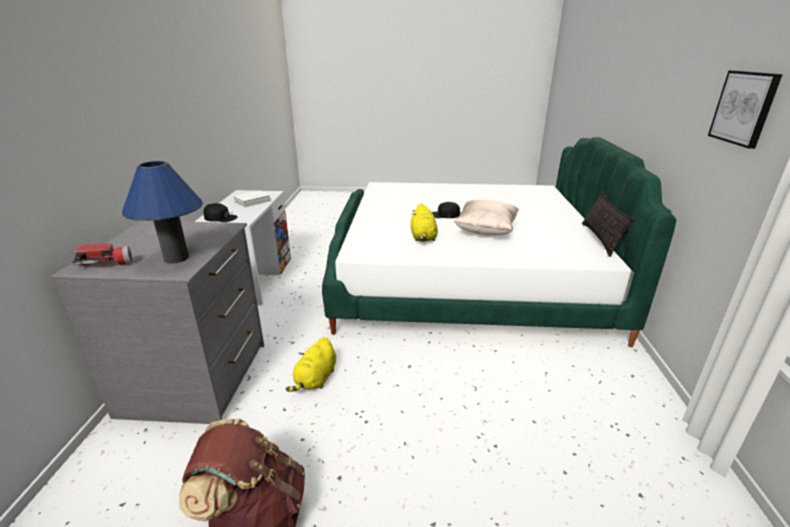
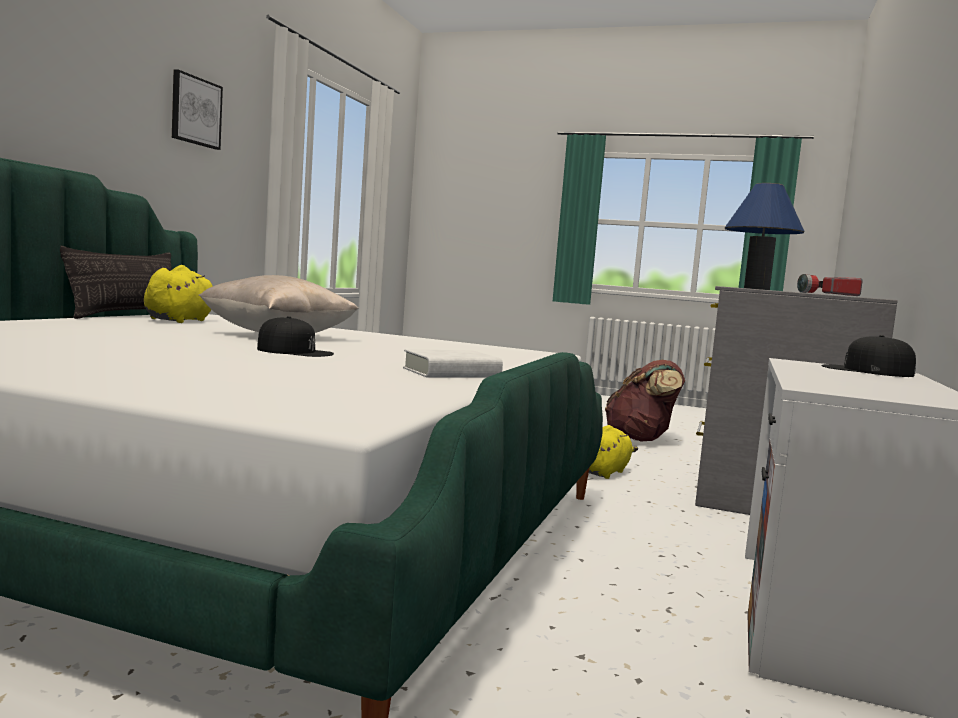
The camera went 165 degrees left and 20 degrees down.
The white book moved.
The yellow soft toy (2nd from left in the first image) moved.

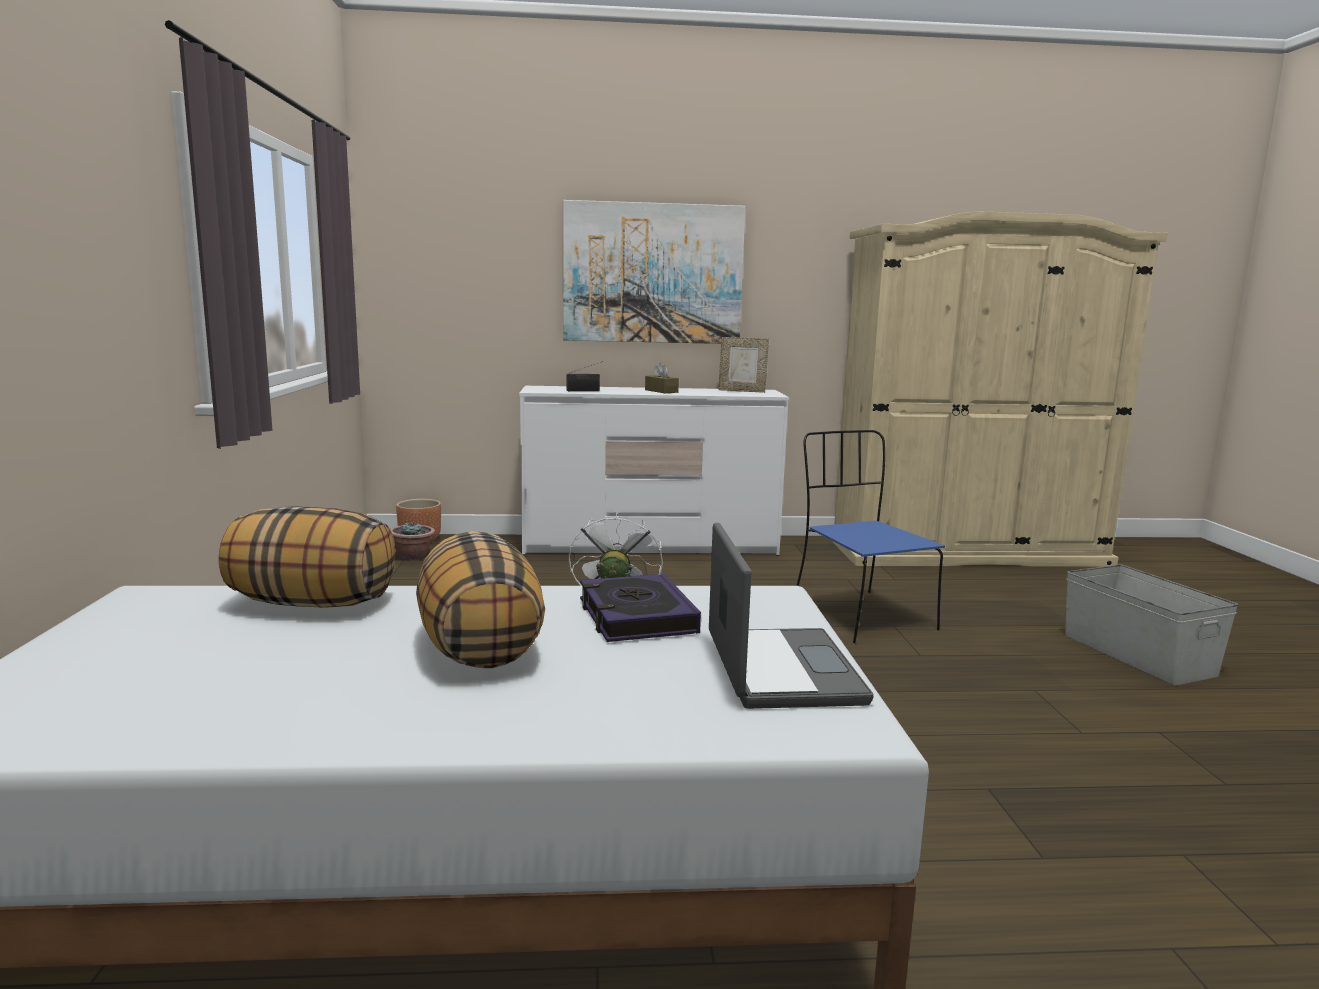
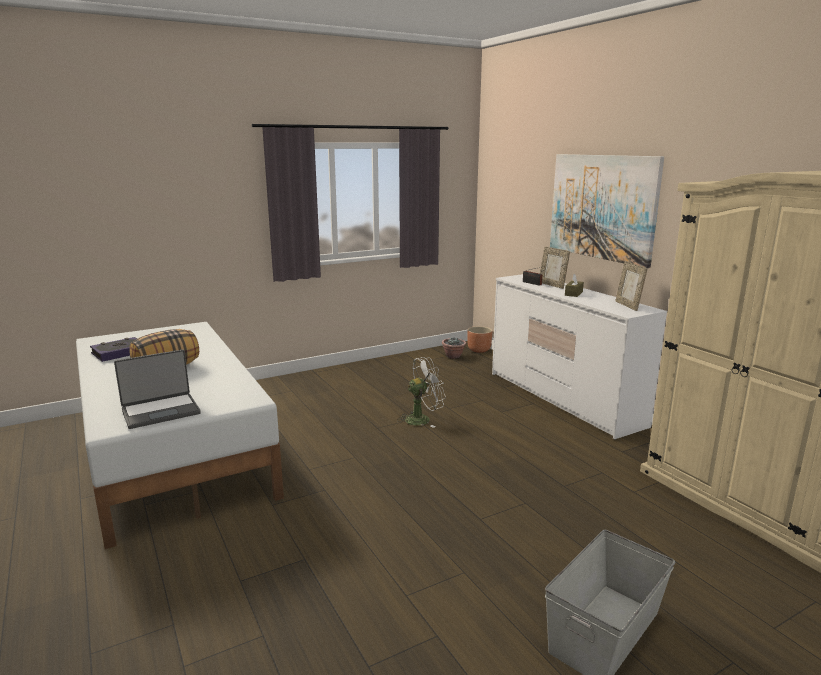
The camera went 65 degrees right and 5 degrees up.
The blue chair disappeared.
The cushion (1st from left) disappeared.
The book moved.
The standing frame (1st from left) appeared.

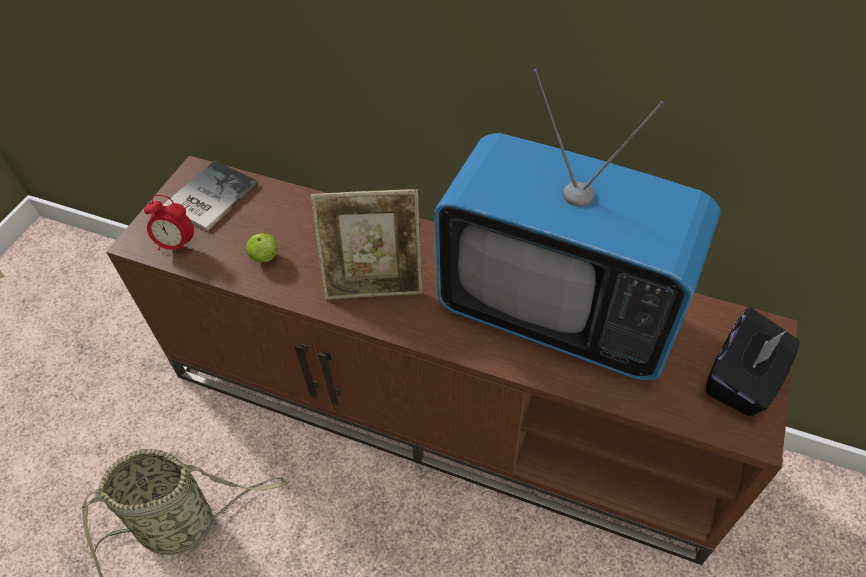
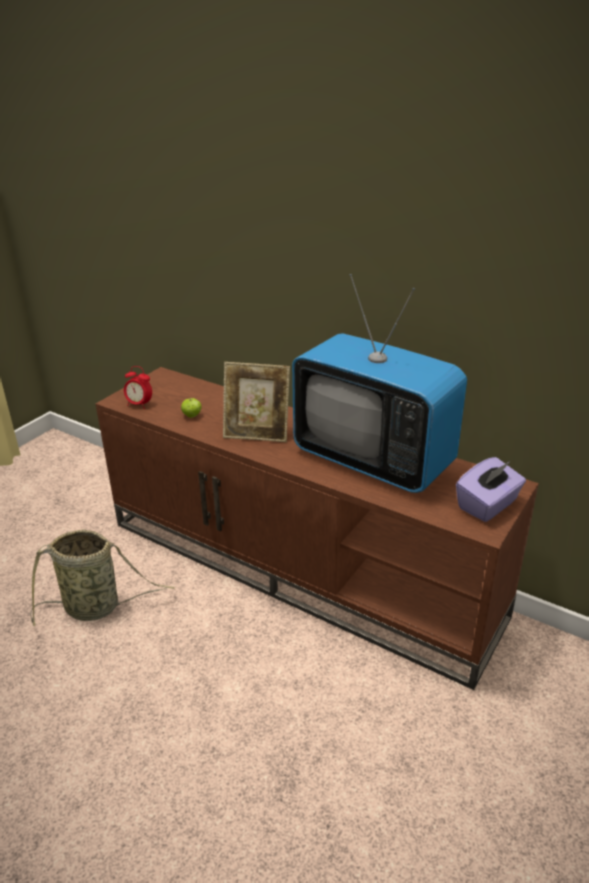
The camera went 10 degrees right and 20 degrees down.
The book disappeared.
The blackish box of tissues became the purple box of tissues.

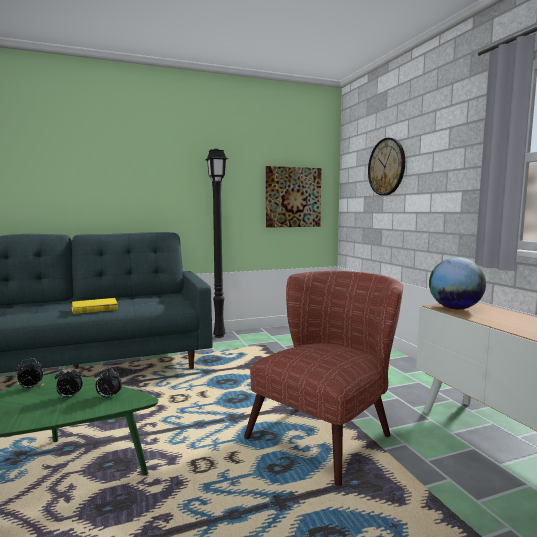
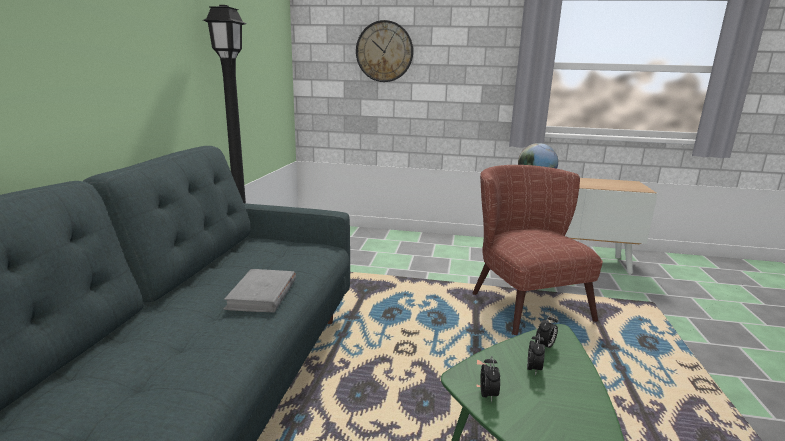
The camera went 60 degrees left and 10 degrees up.
The wall art disappeared.
The yellow book became the grey book.

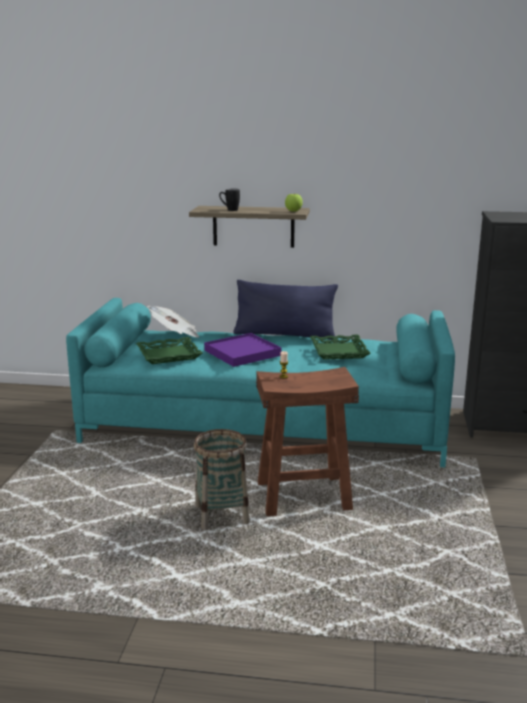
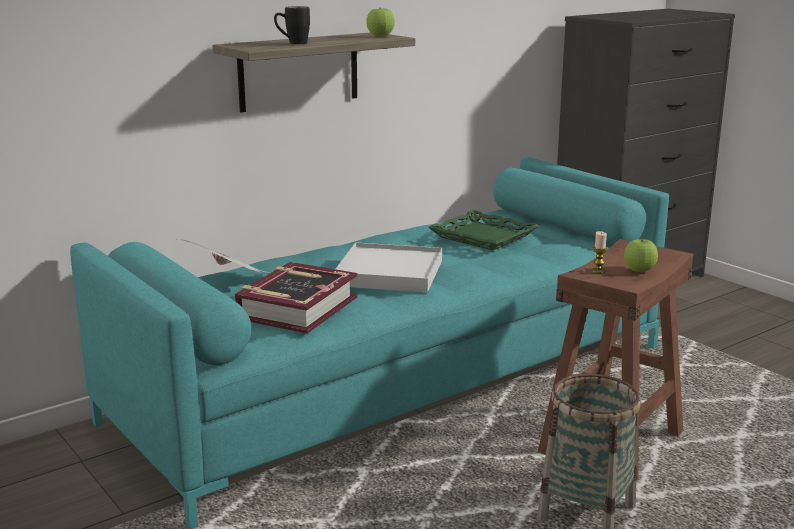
The camera went 45 degrees left and 0 degrees up.
The blue cushion disappeared.
The purple serving tray became the white serving tray.
The green-coloured serving tray (1st from left) was replaced by the book.
The apple fruit (2nd from left) appeared.

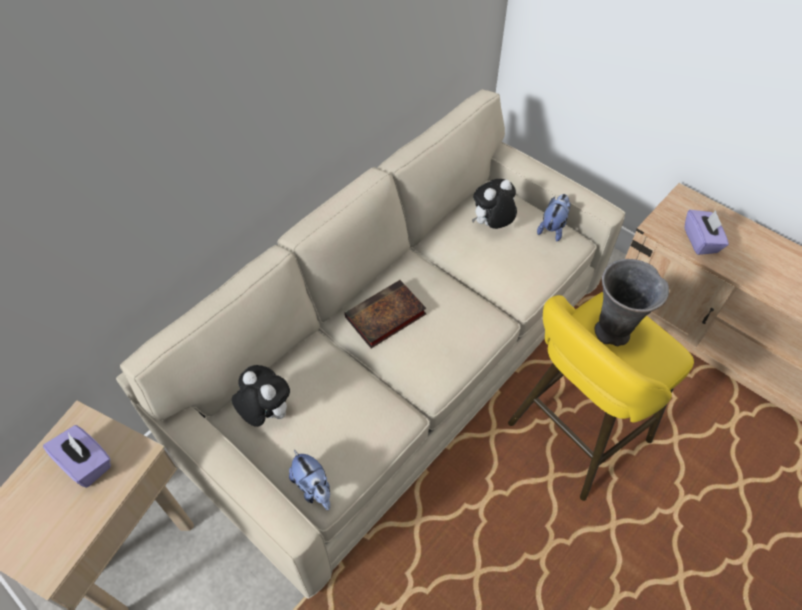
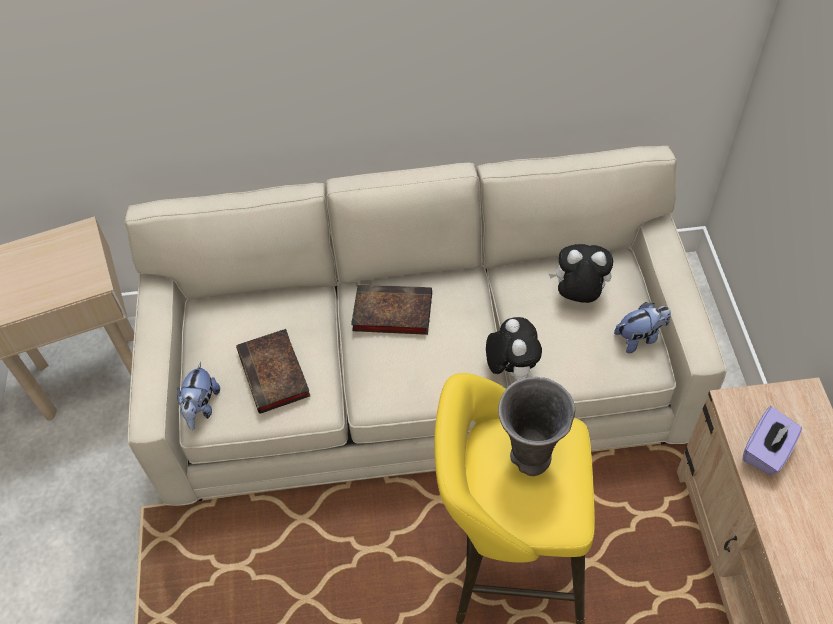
The camera went 45 degrees right and 0 degrees up.
The soft toy (1st from left in the first image) moved.
The purple box of tissues (1st from left) disappeared.
The book (1st from left) appeared.

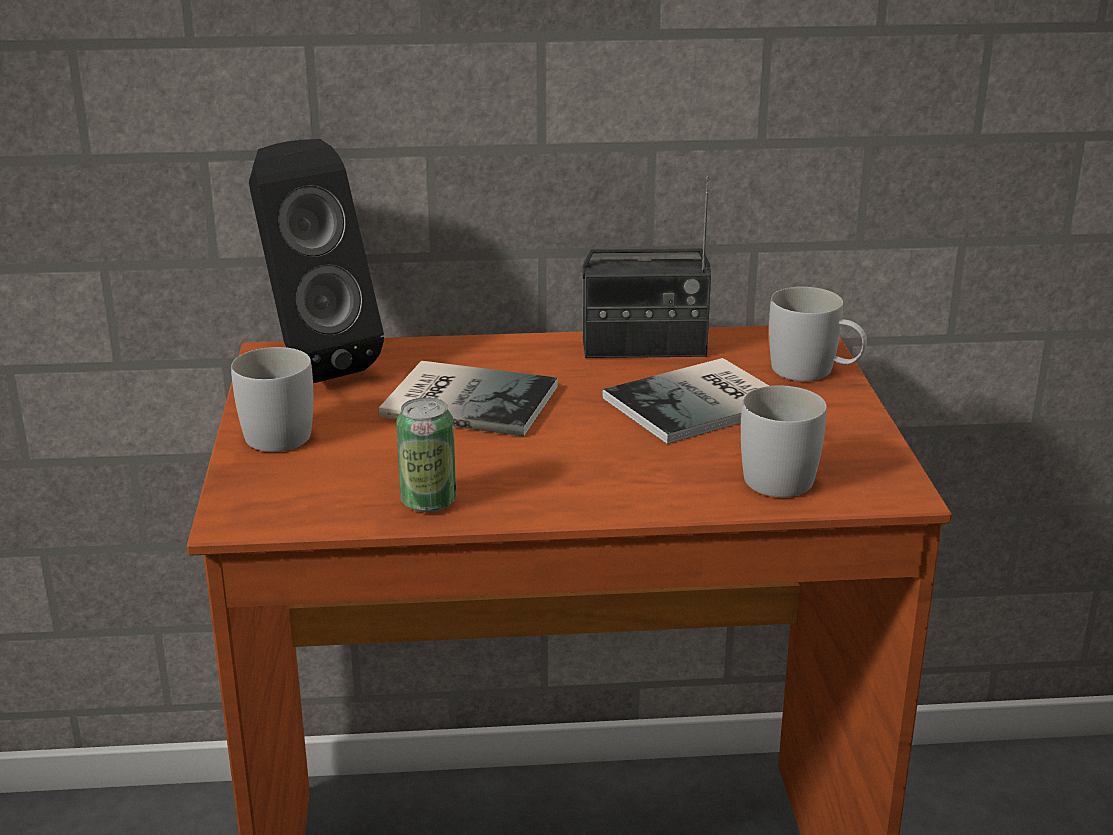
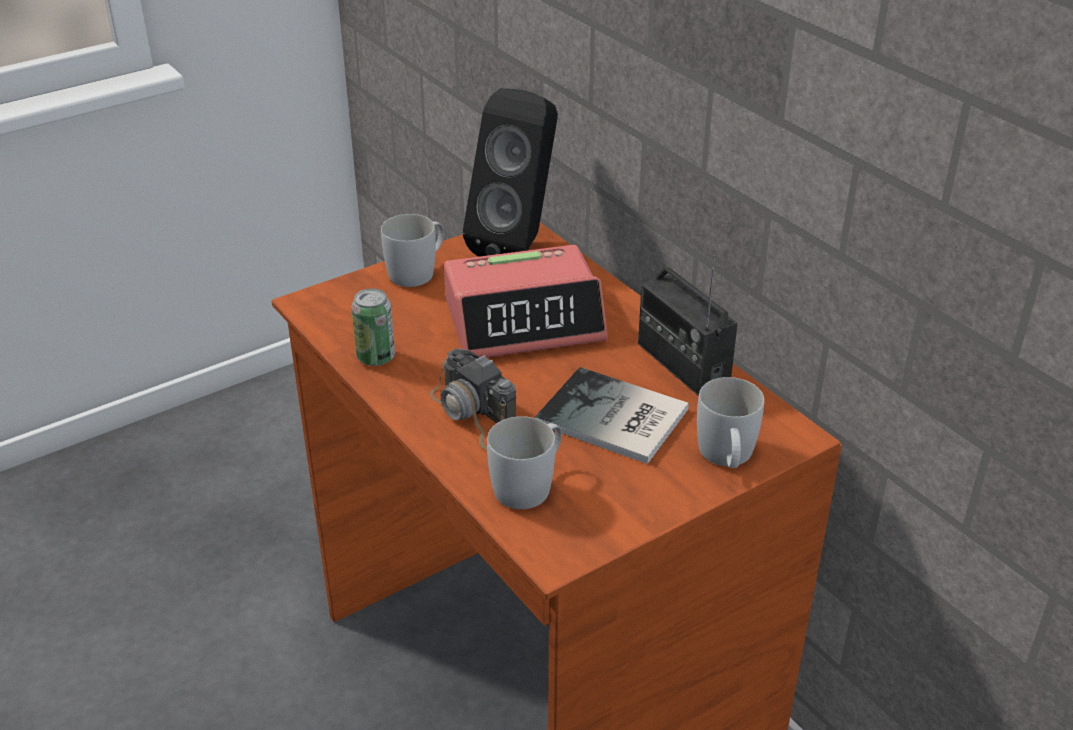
The camera went 60 degrees right and 10 degrees up.
The book (1st from left) was replaced by the bedside clock.
The photo camera appeared.

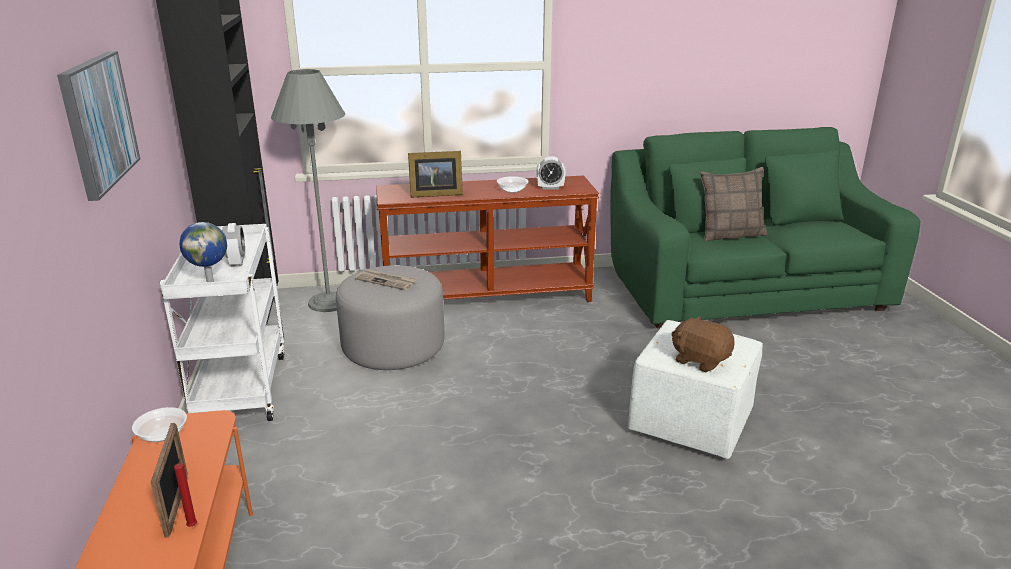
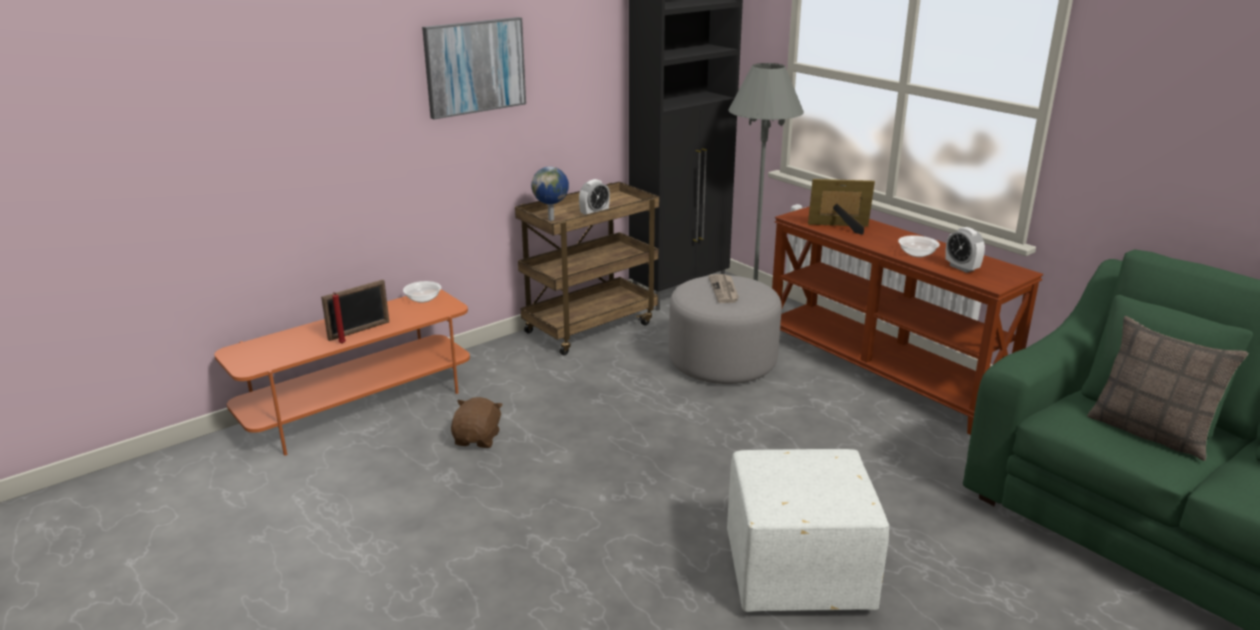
The camera went 60 degrees right and 0 degrees up.
The standing frame (2nd from left) turned 135 degrees clockwise.
The white wheeled cart became the brown wheeled cart.
The brown soft toy moved.

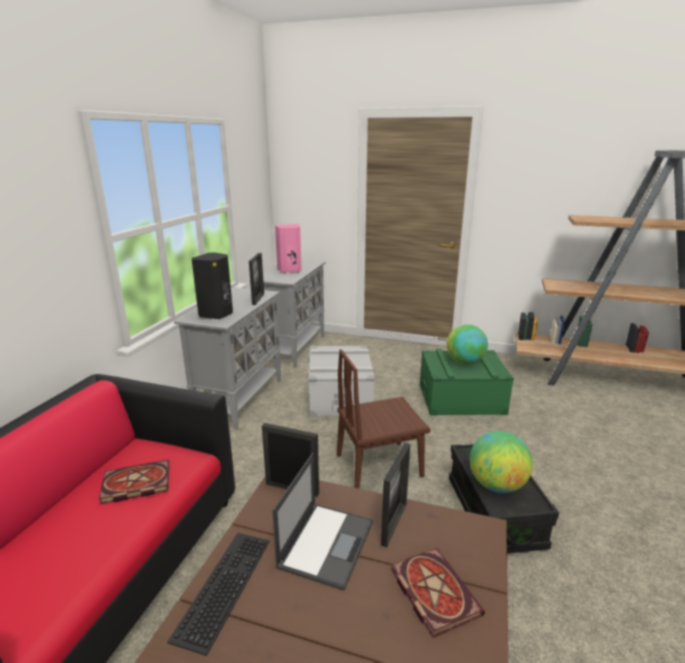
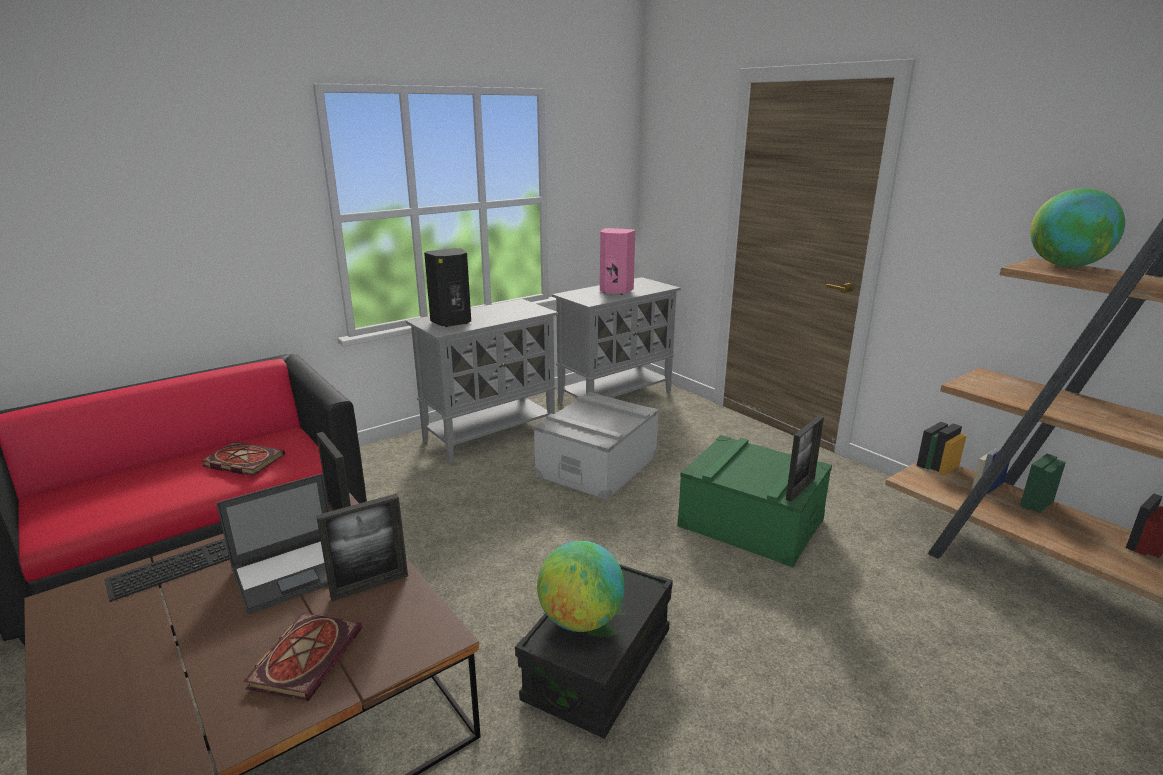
The camera went 35 degrees right and 0 degrees up.
The standing frame (1st from left in the first image) moved.
The globe (1st from left in the first image) moved.
The brown chair disappeared.

